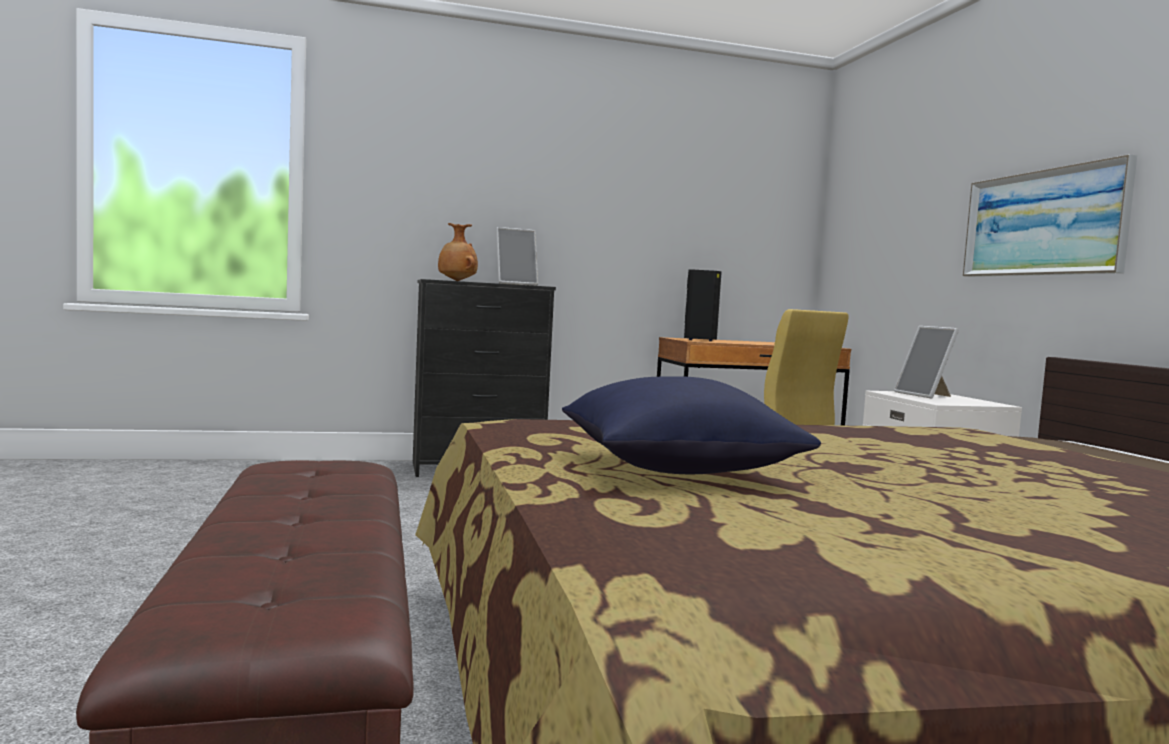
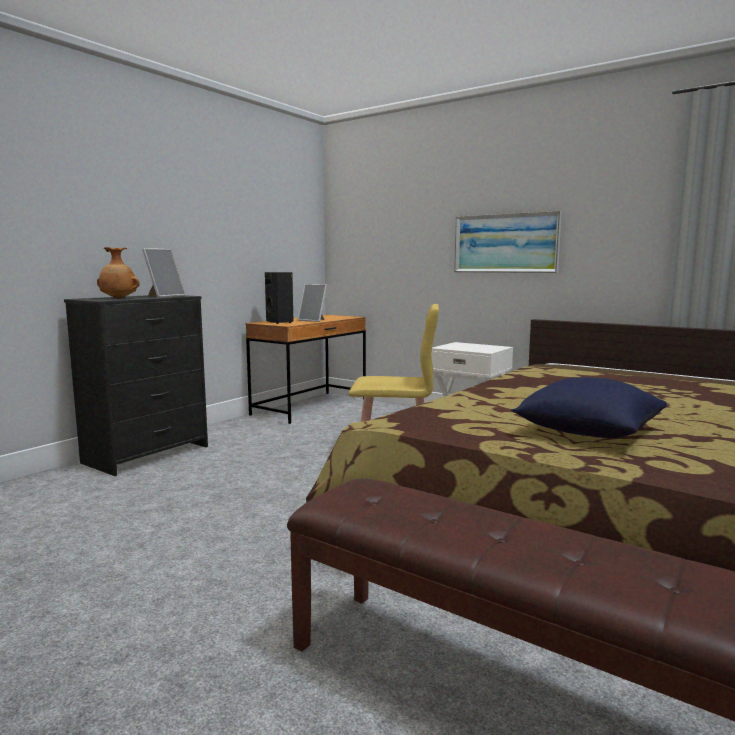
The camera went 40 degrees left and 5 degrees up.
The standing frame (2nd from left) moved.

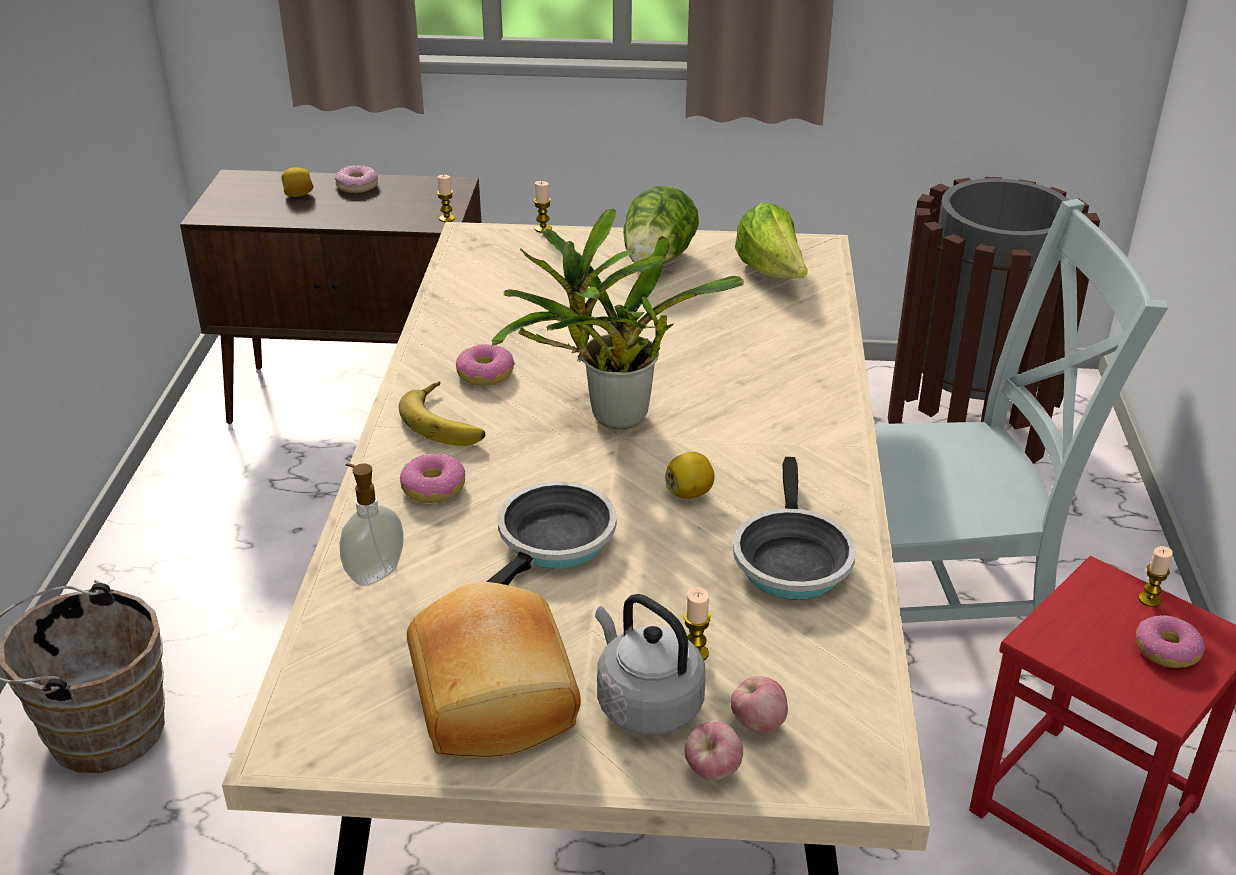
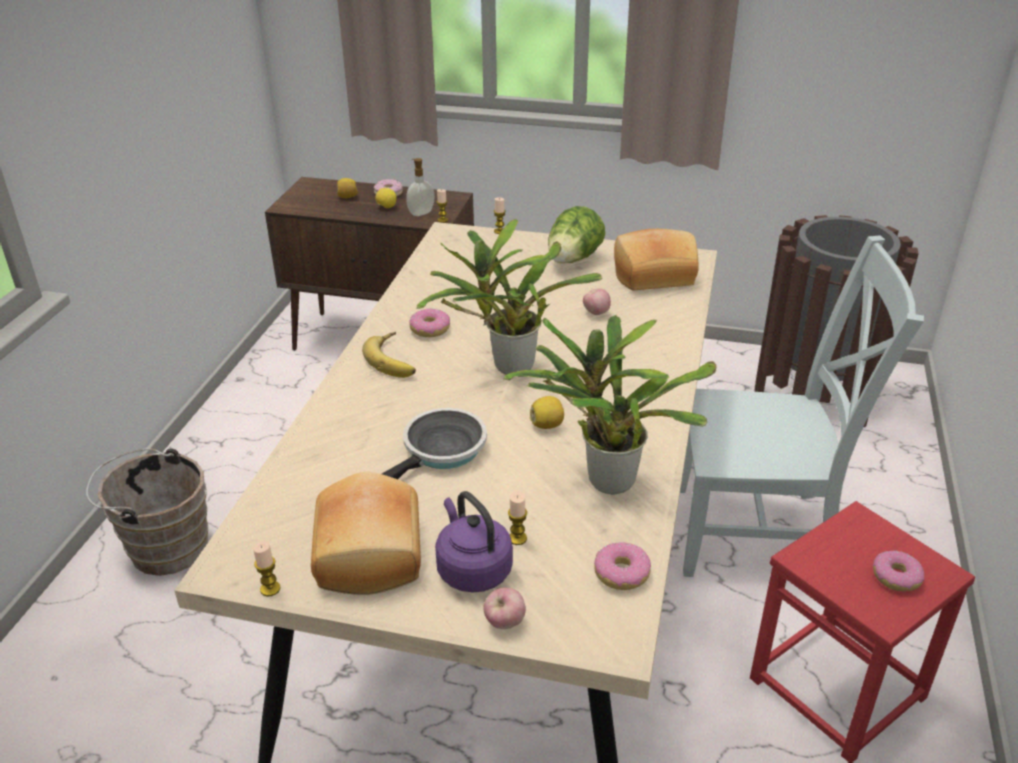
The camera went 10 degrees right and 0 degrees up.
The lettuce head (2nd from left) was replaced by the bread (2nd from left).
The ring doughnut (2nd from left in the first image) moved.
The pan (2nd from left) was replaced by the houseplant (2nd from left).
The soap bottle moved.
The candle (4th from left in the first image) moved.
The grey kettle became the purple kettle.
The apple fruit (2nd from left) moved.
The lemon (2nd from left) appeared.

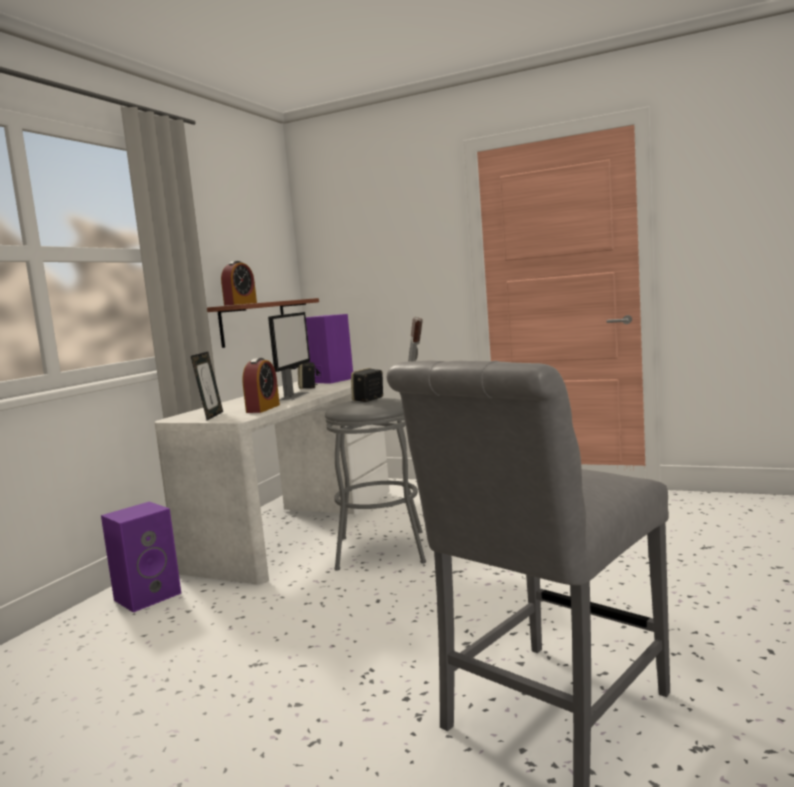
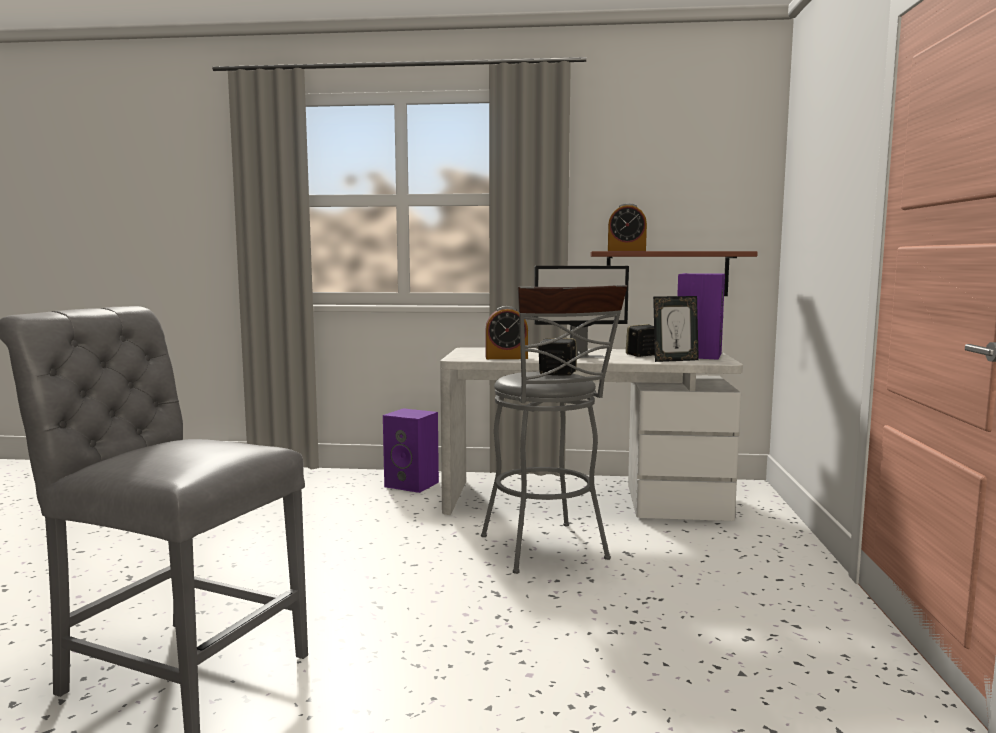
The camera went 70 degrees right and 0 degrees up.
The standing frame moved.

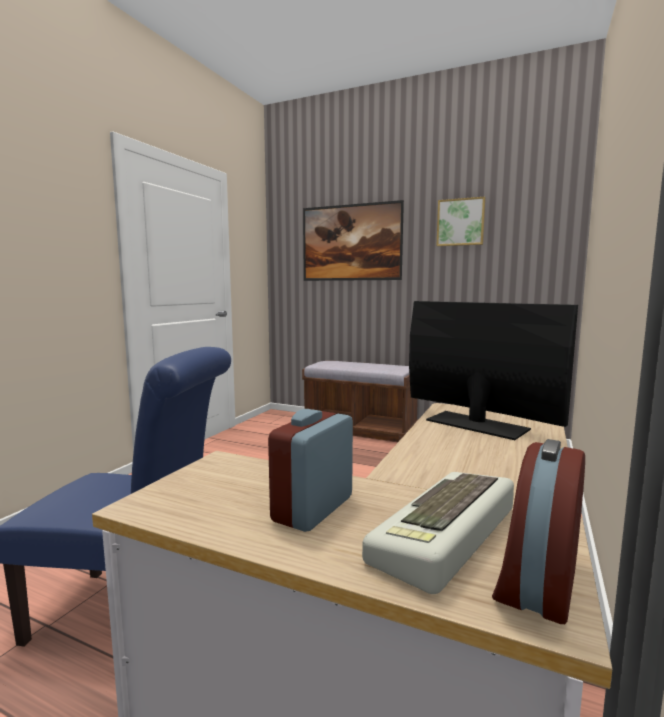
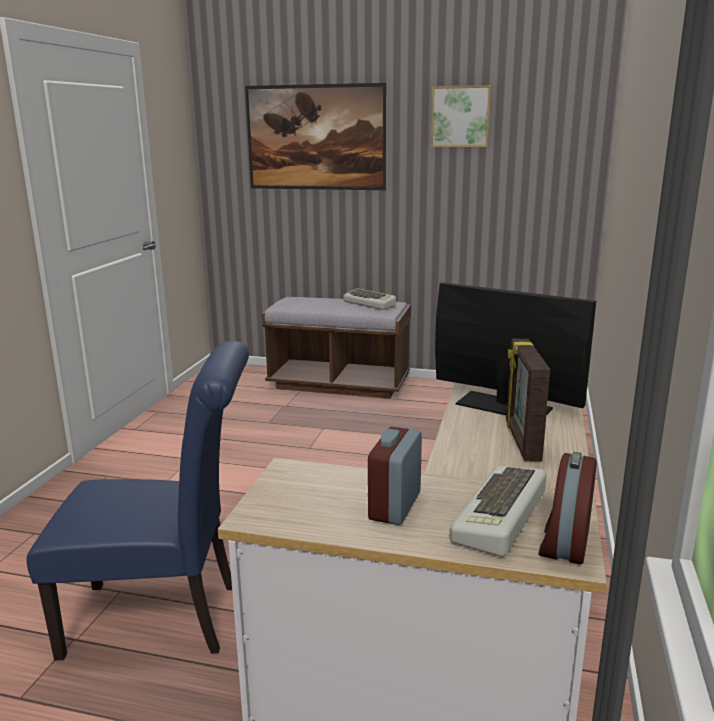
The camera went 10 degrees left and 10 degrees up.
The keyboard (1st from left) appeared.
The standing frame appeared.

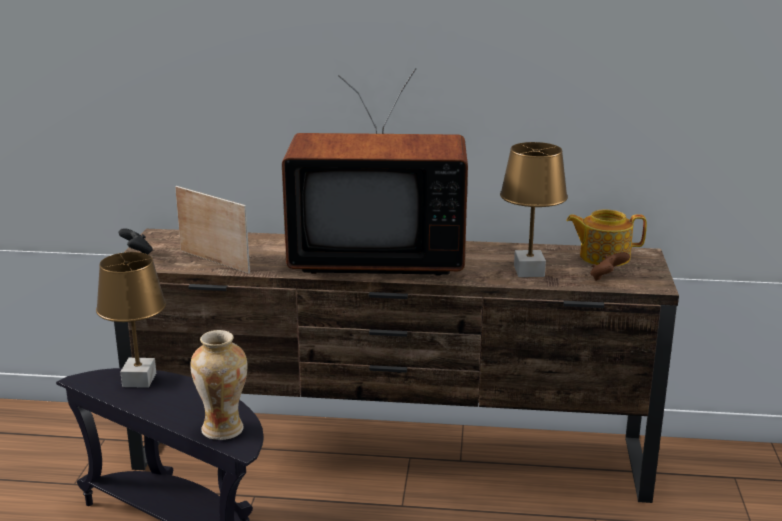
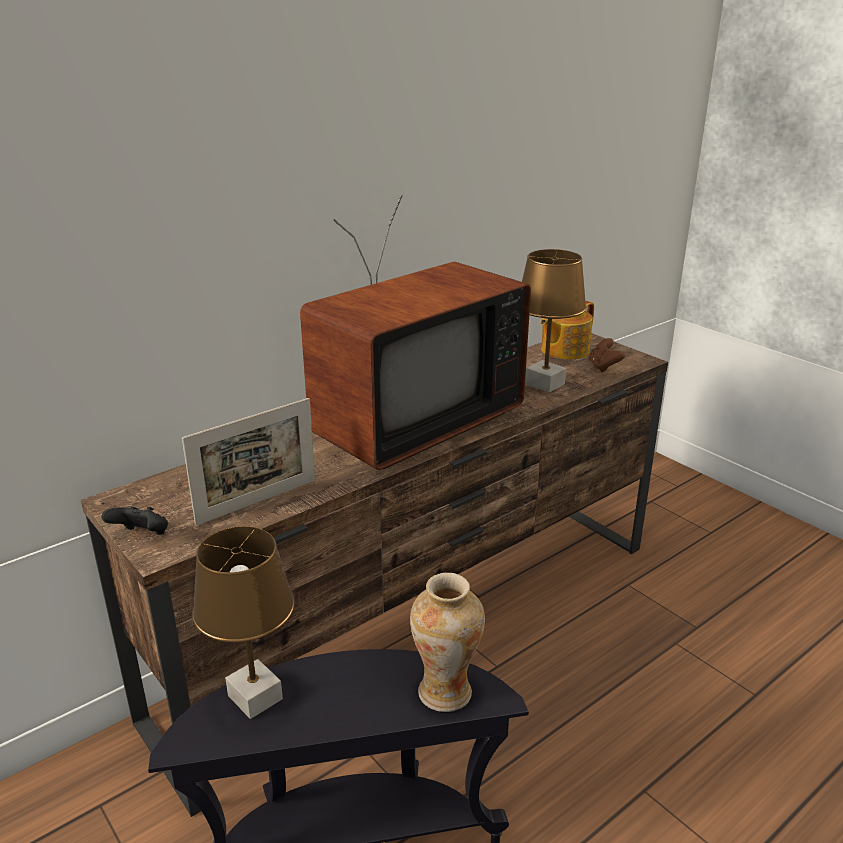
The camera went 45 degrees left and 5 degrees up.
The standing frame turned 150 degrees clockwise.

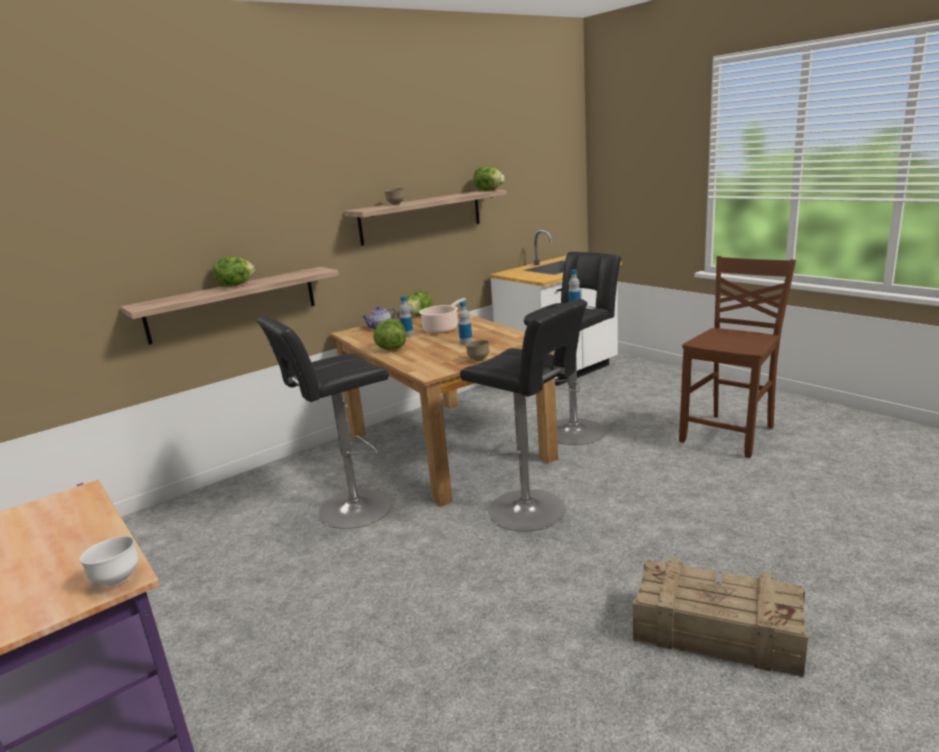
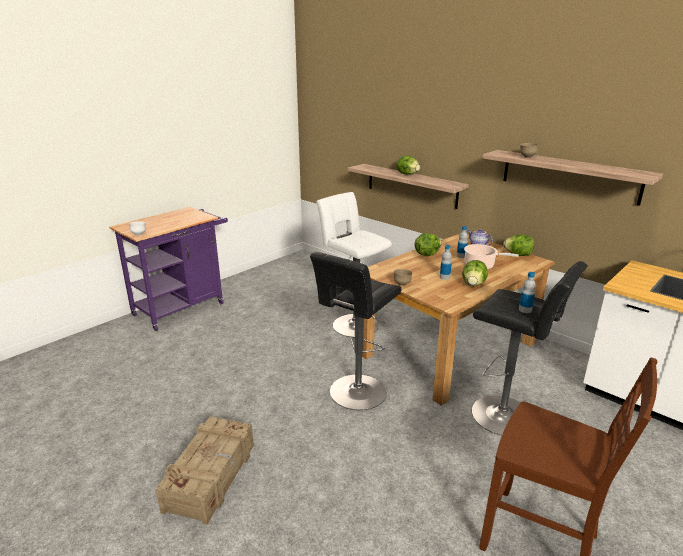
The camera went 80 degrees right and 5 degrees up.
The lettuce head (4th from left in the first image) moved.
The blackish stool seat (1st from left) became the white stool seat.

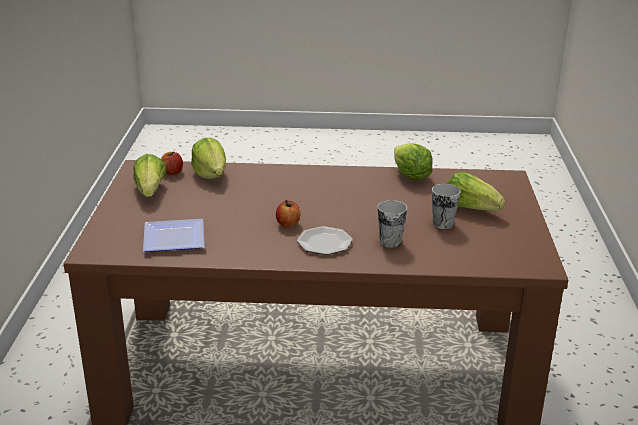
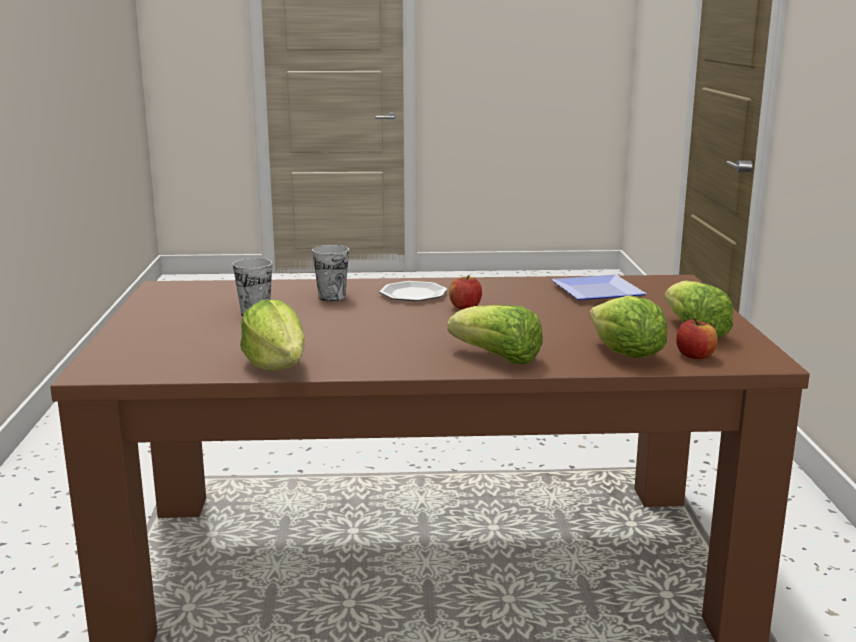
The camera went 175 degrees right and 10 degrees down.
The lettuce head (4th from left in the first image) moved.

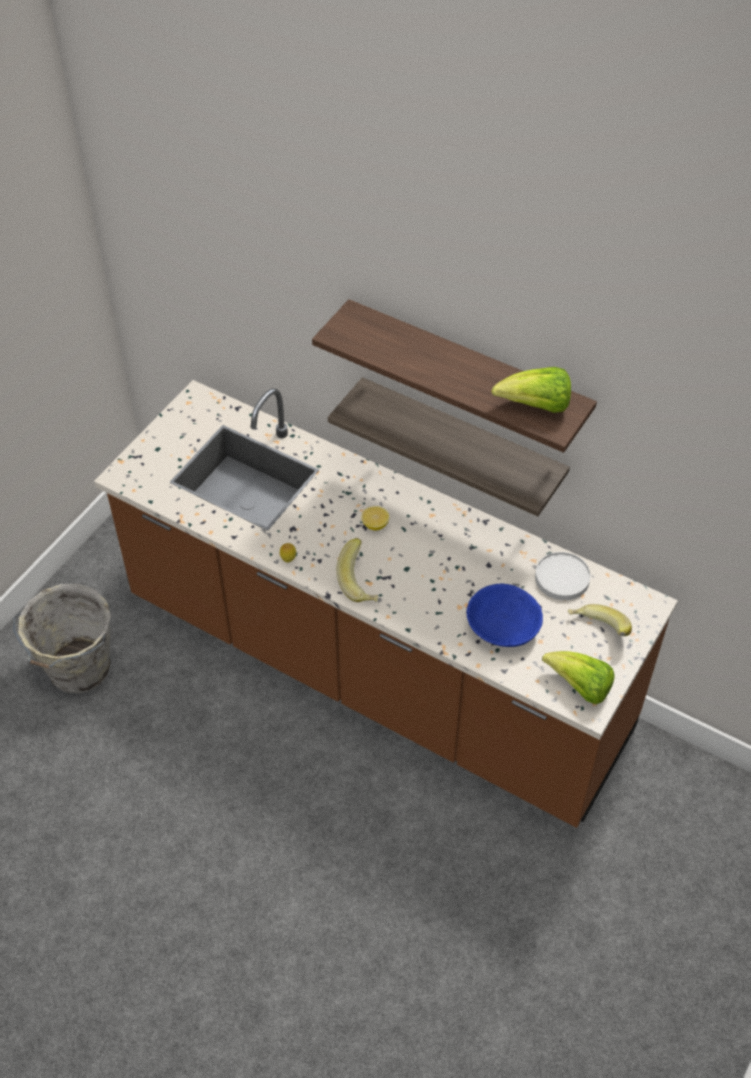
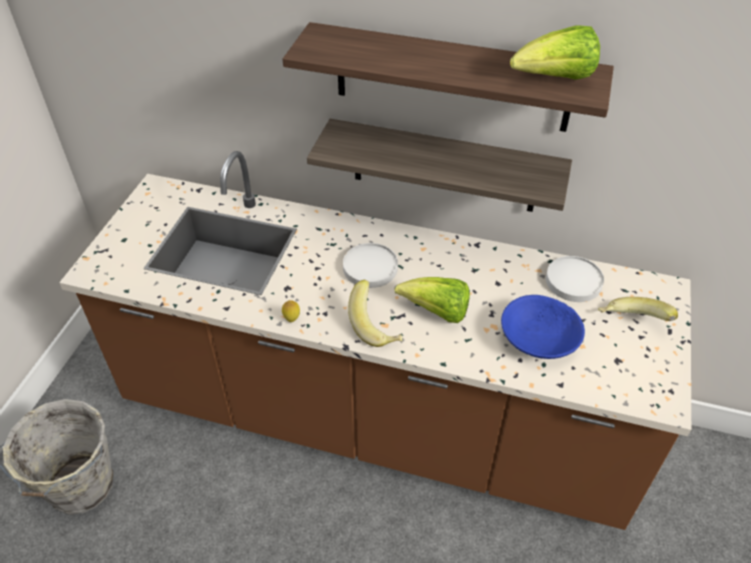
The camera went 15 degrees left and 5 degrees down.
The lemon (2nd from left) was replaced by the white dinner plate (1st from left).
The lettuce head (2nd from left in the first image) moved.

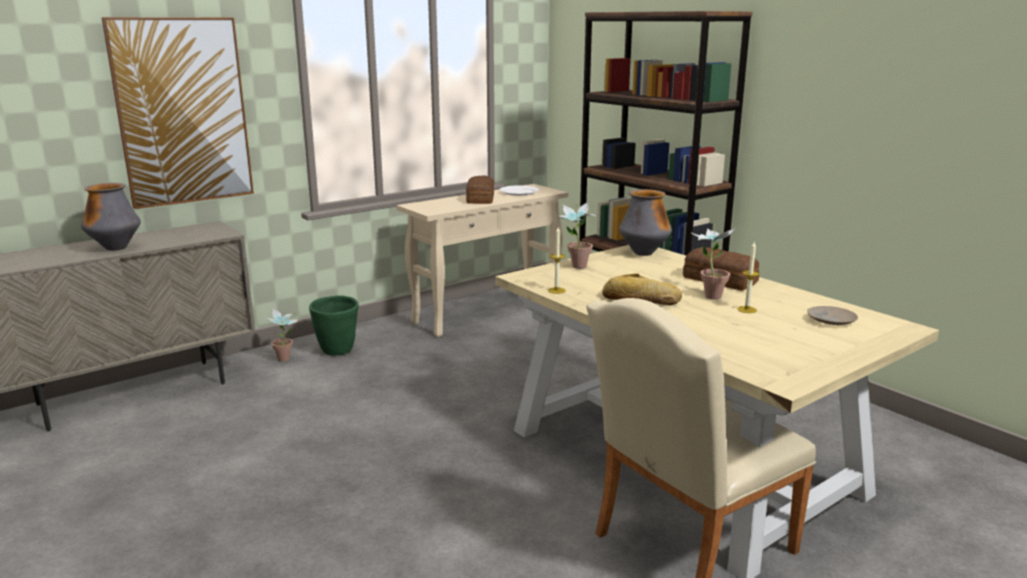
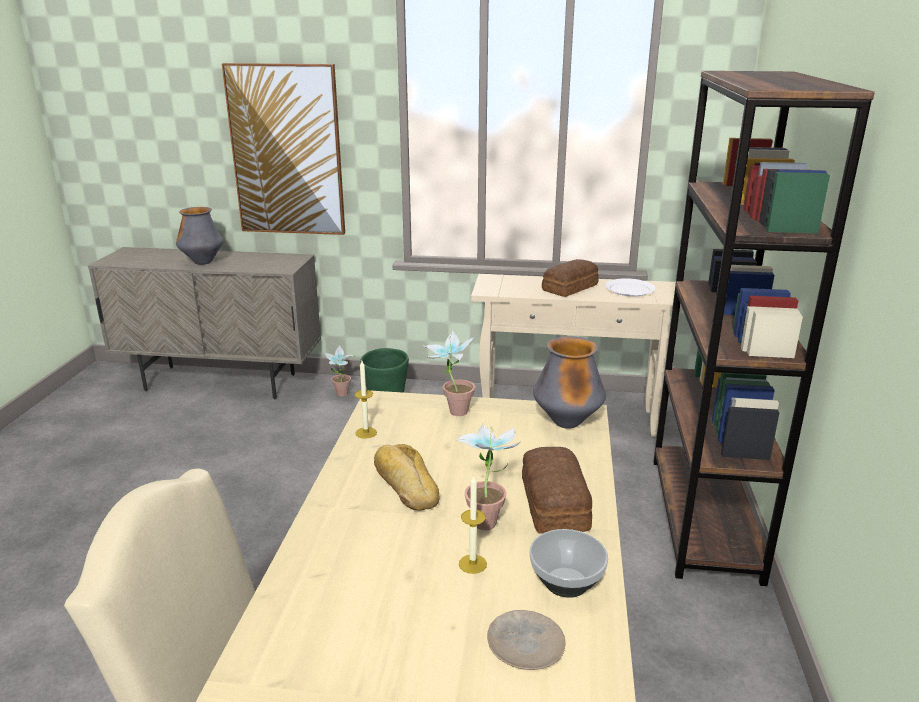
The camera went 45 degrees right and 5 degrees up.
The bowl appeared.

